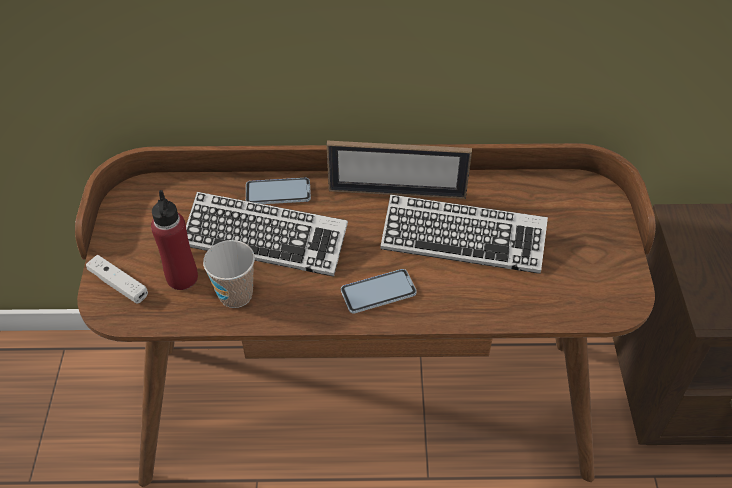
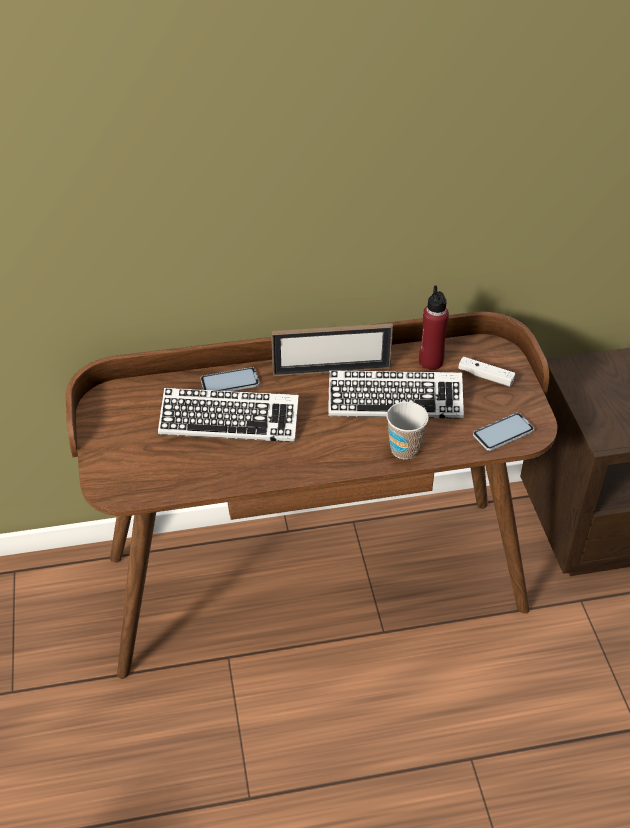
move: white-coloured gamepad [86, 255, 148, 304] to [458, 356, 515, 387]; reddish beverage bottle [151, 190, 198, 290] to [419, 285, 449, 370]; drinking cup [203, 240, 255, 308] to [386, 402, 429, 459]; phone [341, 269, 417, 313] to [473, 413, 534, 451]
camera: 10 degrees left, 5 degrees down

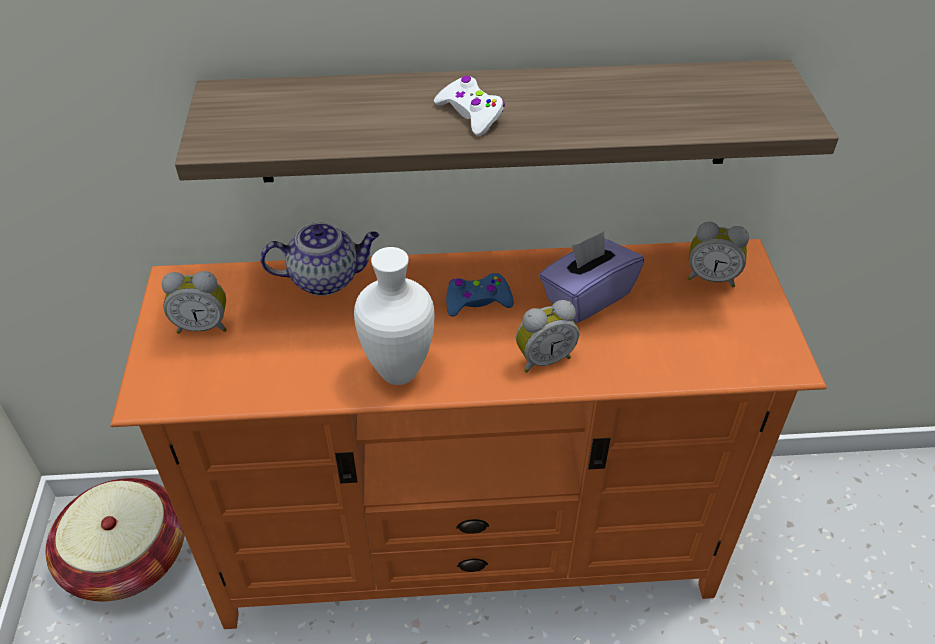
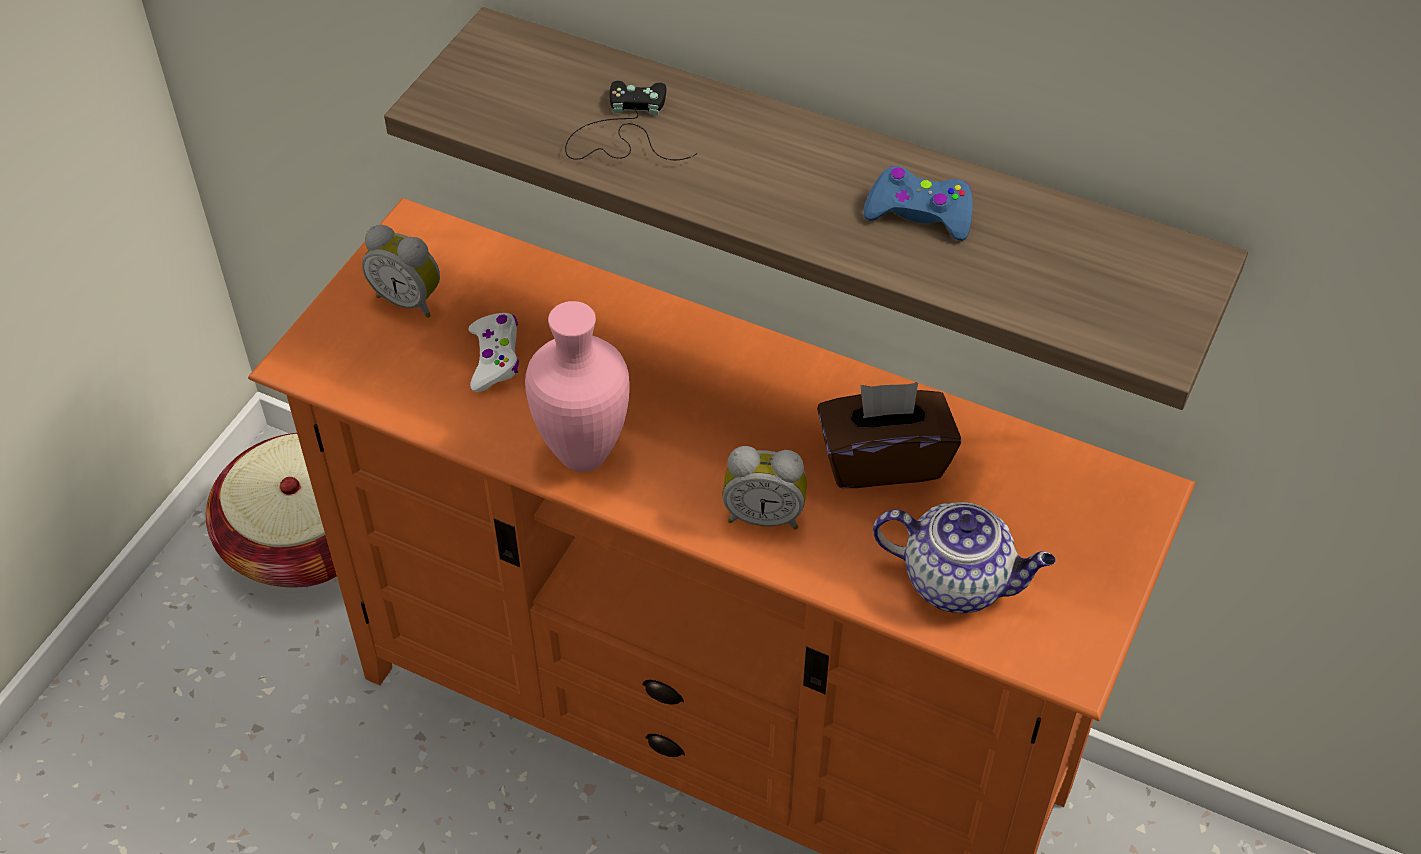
delete: bedside clock [687, 222, 749, 287]
insert: black gamepad [565, 81, 697, 160]
move: teapot [260, 222, 379, 296] to [873, 502, 1056, 613]; white-coloured gamepad [434, 76, 505, 136] to [468, 313, 519, 392]; blue gamepad [446, 273, 514, 316] to [863, 166, 973, 241]
recolor: white-coloured vase [354, 247, 435, 385] to pinkish vase [525, 301, 630, 472]; purplish tissue holder [539, 231, 644, 323] to brownish tissue holder [817, 383, 961, 488]
camera: 30 degrees right, 5 degrees up

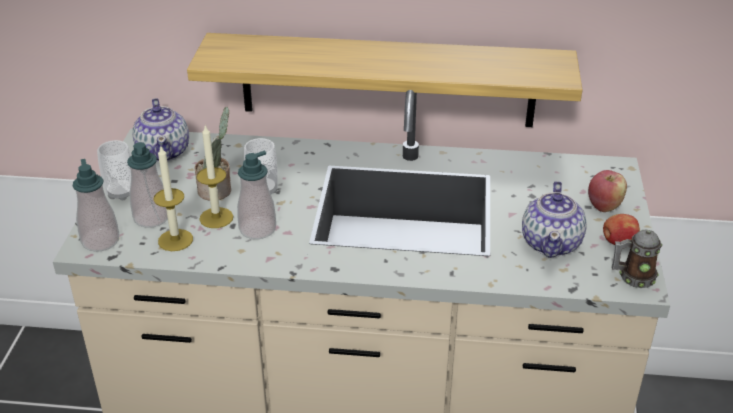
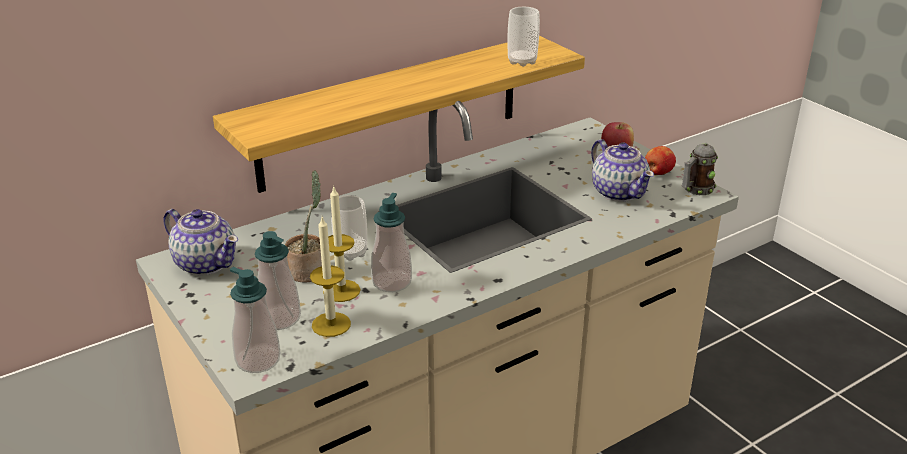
move: drinking cup [97, 140, 131, 200] to [508, 7, 540, 67]
camera: 40 degrees left, 5 degrees down

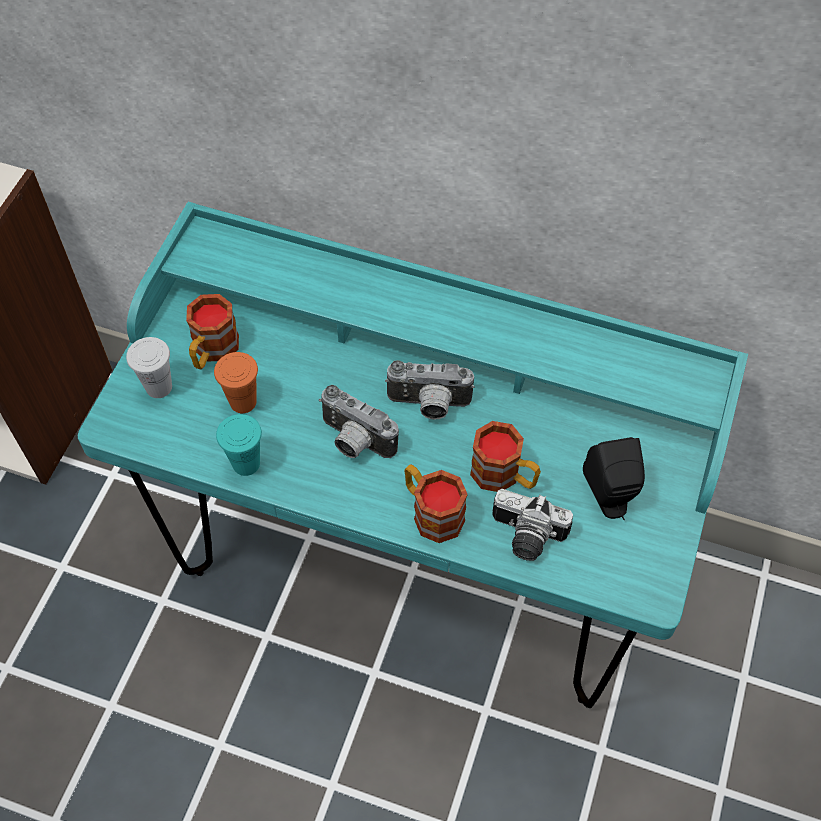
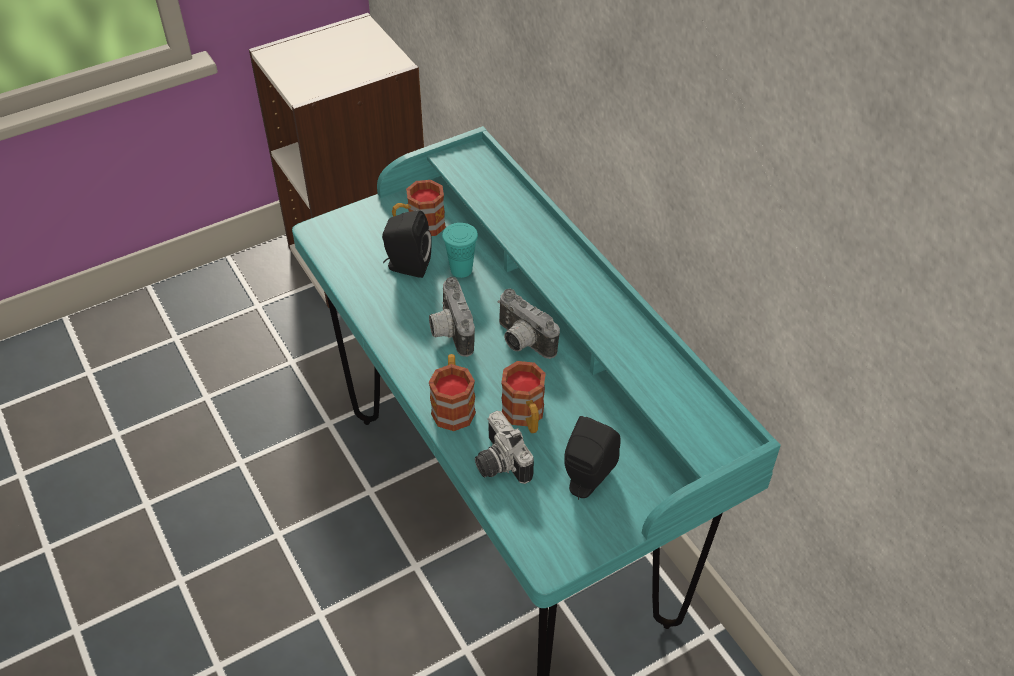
delete: white-coloured drinking cup [126, 337, 172, 398]
move: turquoise drinking cup [216, 414, 262, 476] to [442, 223, 478, 278]
replace: orange drinking cup [214, 352, 258, 413] to black speaker [382, 210, 432, 278]
camera: 40 degrees right, 10 degrees down

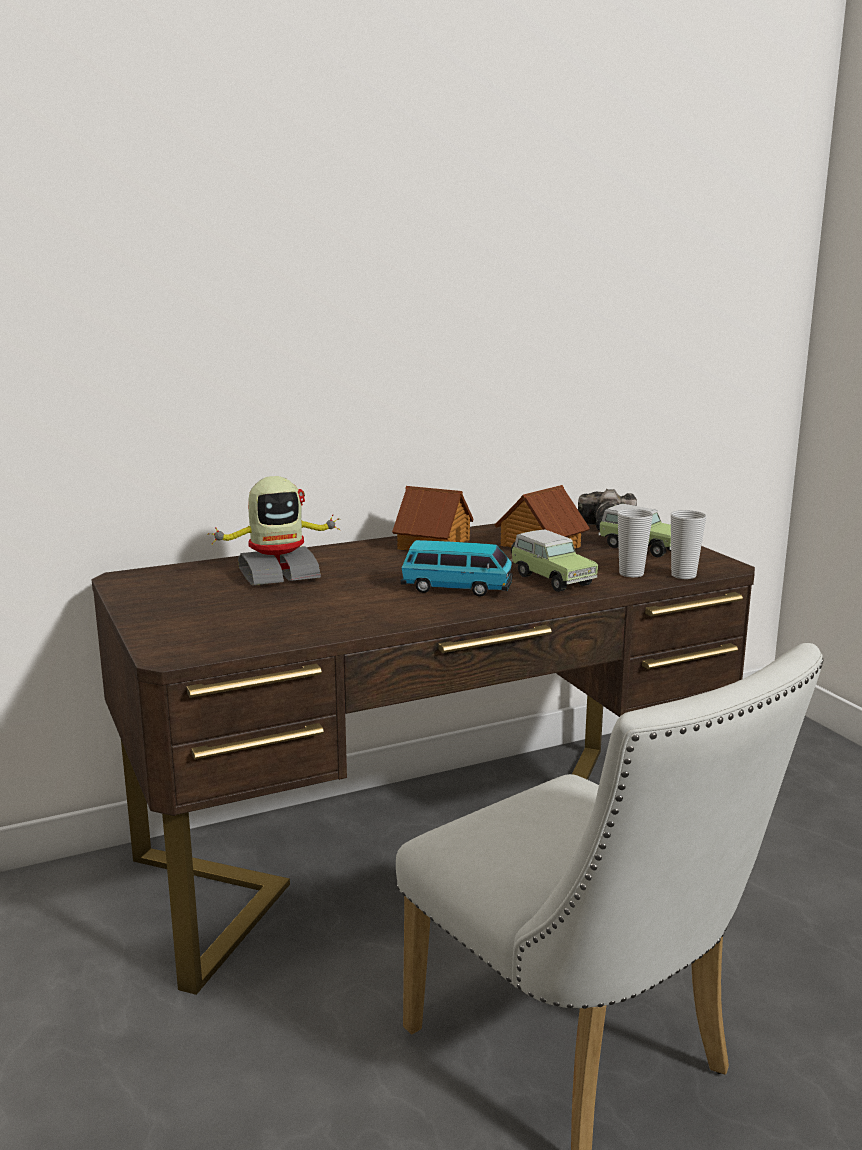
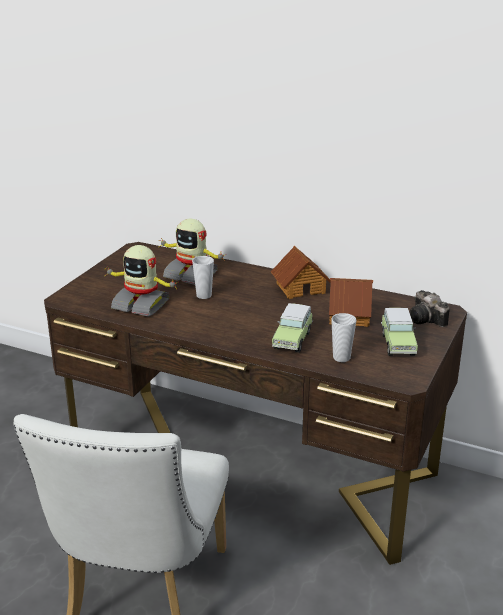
delete: miniature car [401, 540, 513, 597]
insert: model robot [105, 245, 179, 317]
move: drinking cup [671, 510, 706, 579] to [192, 256, 214, 299]
camera: 50 degrees right, 10 degrees up

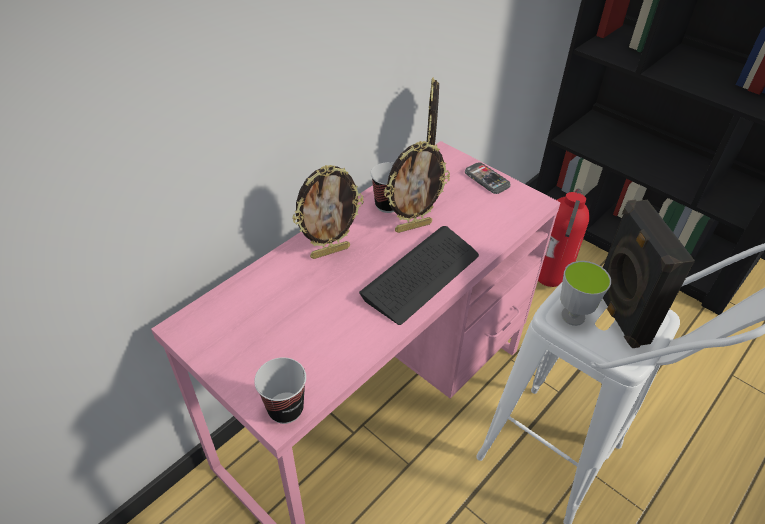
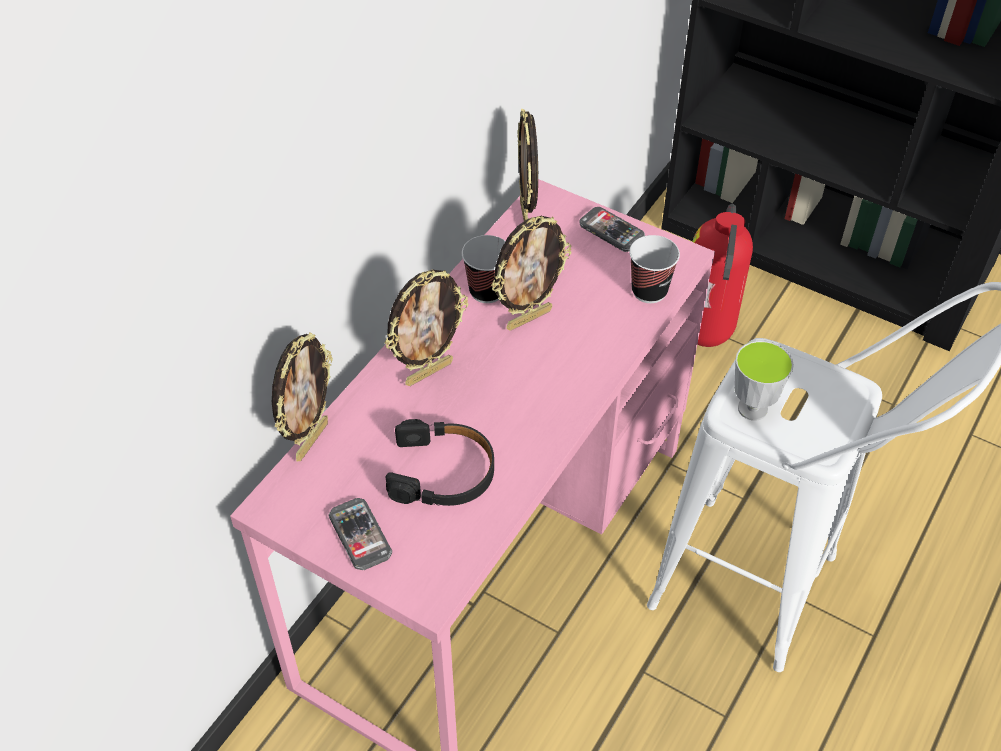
delete: computer keyboard [359, 226, 479, 325]; black speaker [603, 200, 695, 348]
insert: standing frame [272, 332, 333, 461]; phone [329, 498, 392, 570]; black headphones [385, 419, 494, 506]
move: drinking cup [254, 357, 306, 424] to [629, 235, 680, 303]
camera: 10 degrees left, 5 degrees up

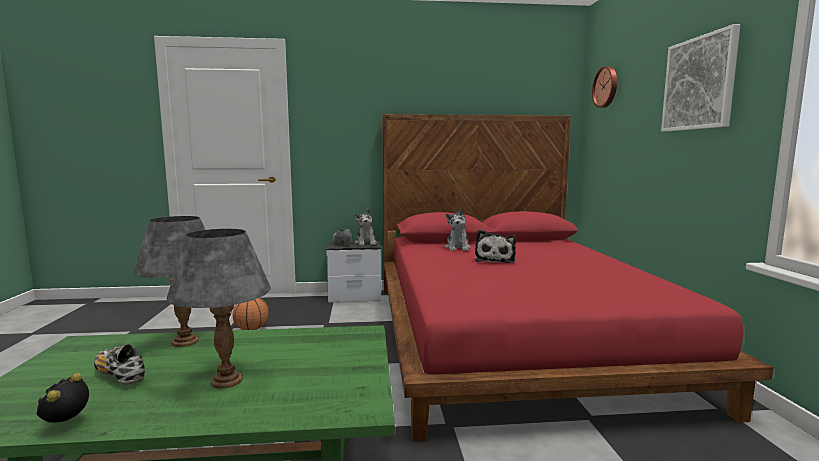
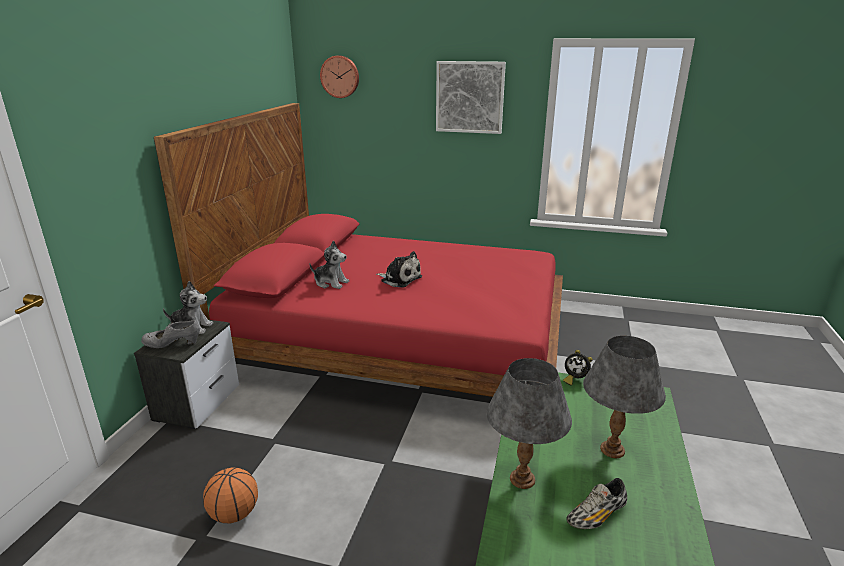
move: bedside clock [36, 373, 89, 423] to [563, 350, 592, 385]
camera: 70 degrees left, 15 degrees up

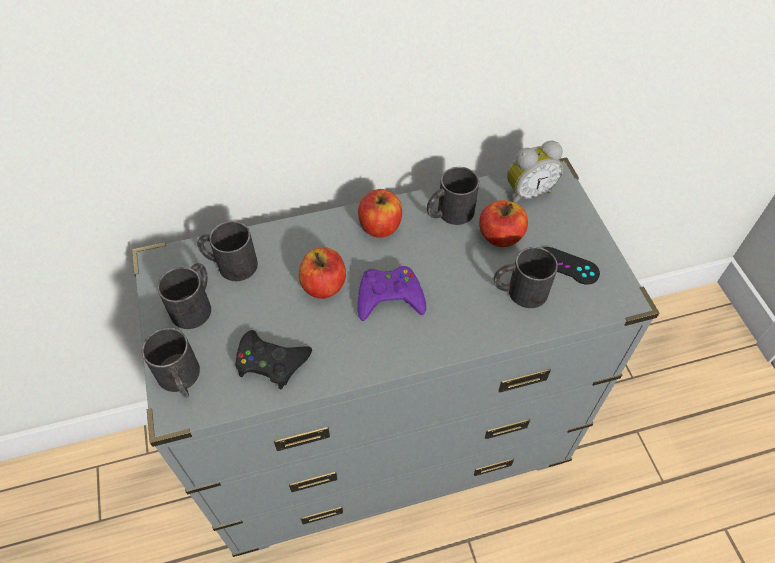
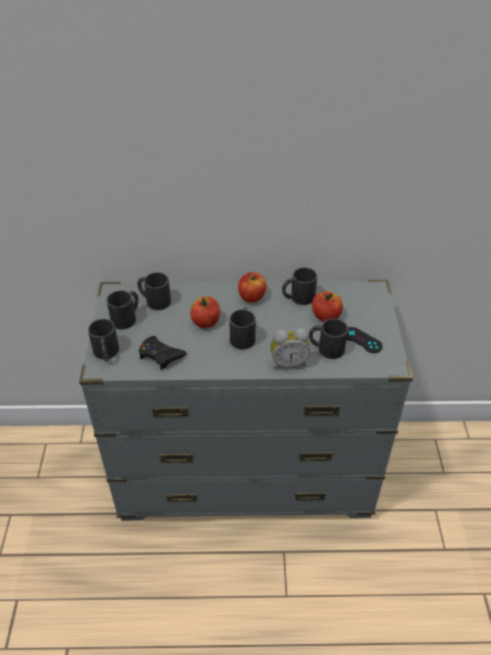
move: bedside clock [507, 141, 563, 203] to [271, 328, 310, 369]
replace: purplish gamepad [357, 266, 426, 321] to black mug [229, 308, 256, 350]
camera: 15 degrees right, 10 degrees down

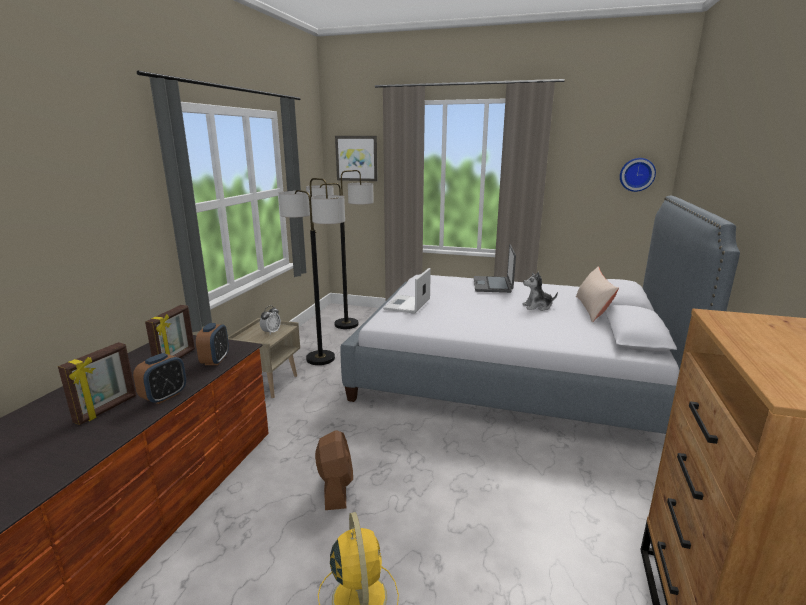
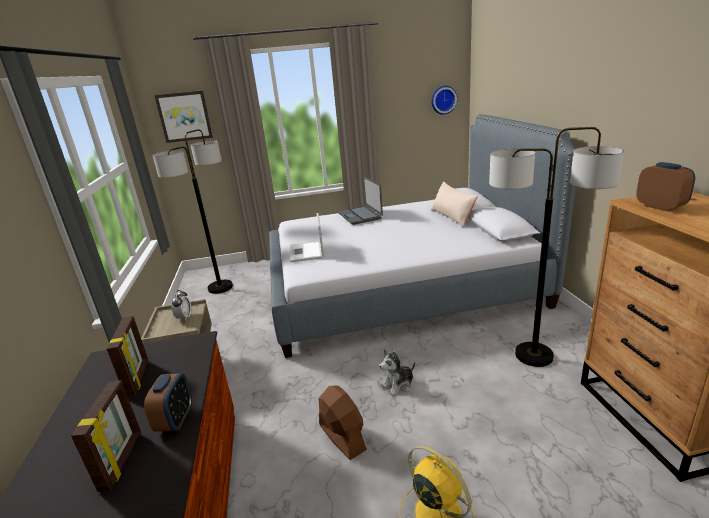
move: bedside clock [196, 323, 229, 365] to [636, 162, 695, 212]; standard lamp [279, 178, 345, 365] to [489, 127, 624, 367]; plush toy [522, 272, 558, 311] to [379, 349, 415, 396]
camera: 25 degrees left, 5 degrees up

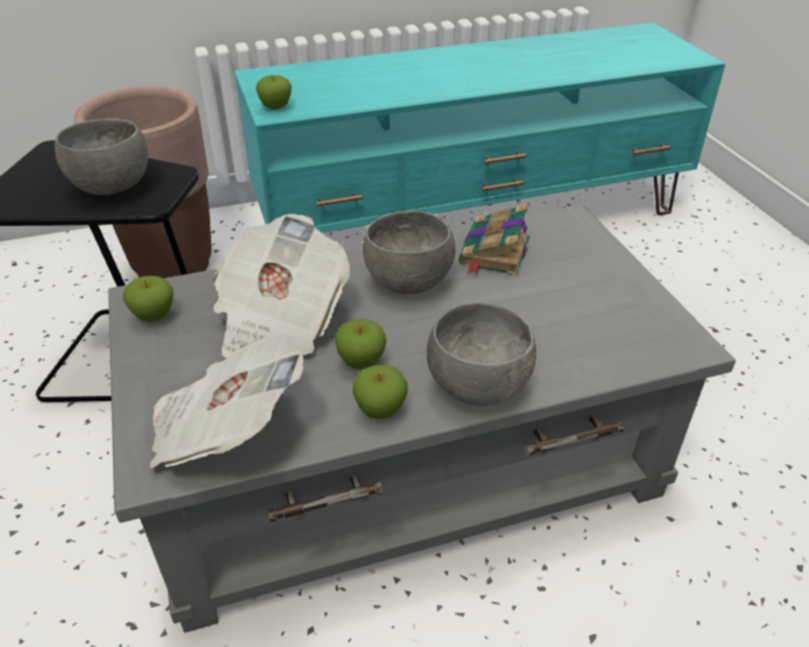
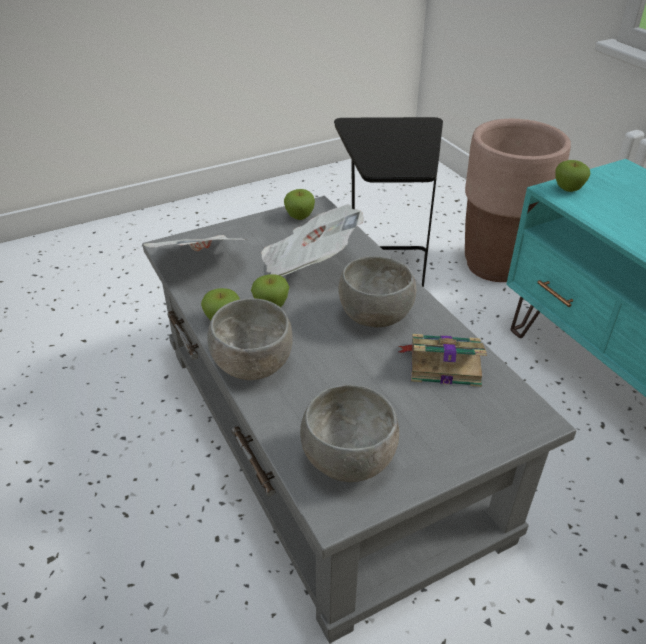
move: greyish deep dish [55, 119, 148, 195] to [300, 385, 399, 482]
camera: 80 degrees right, 0 degrees up

